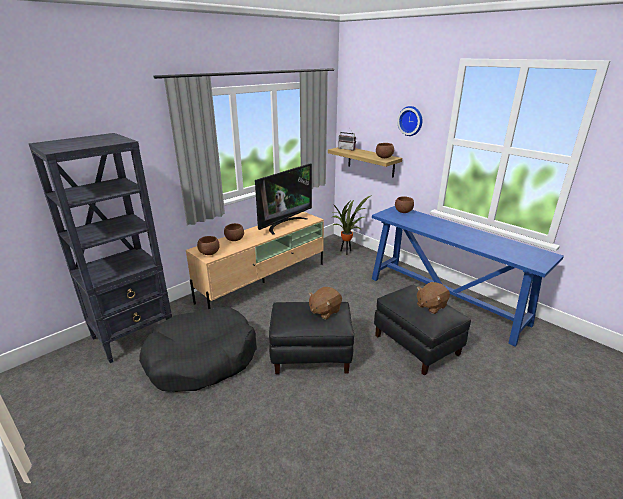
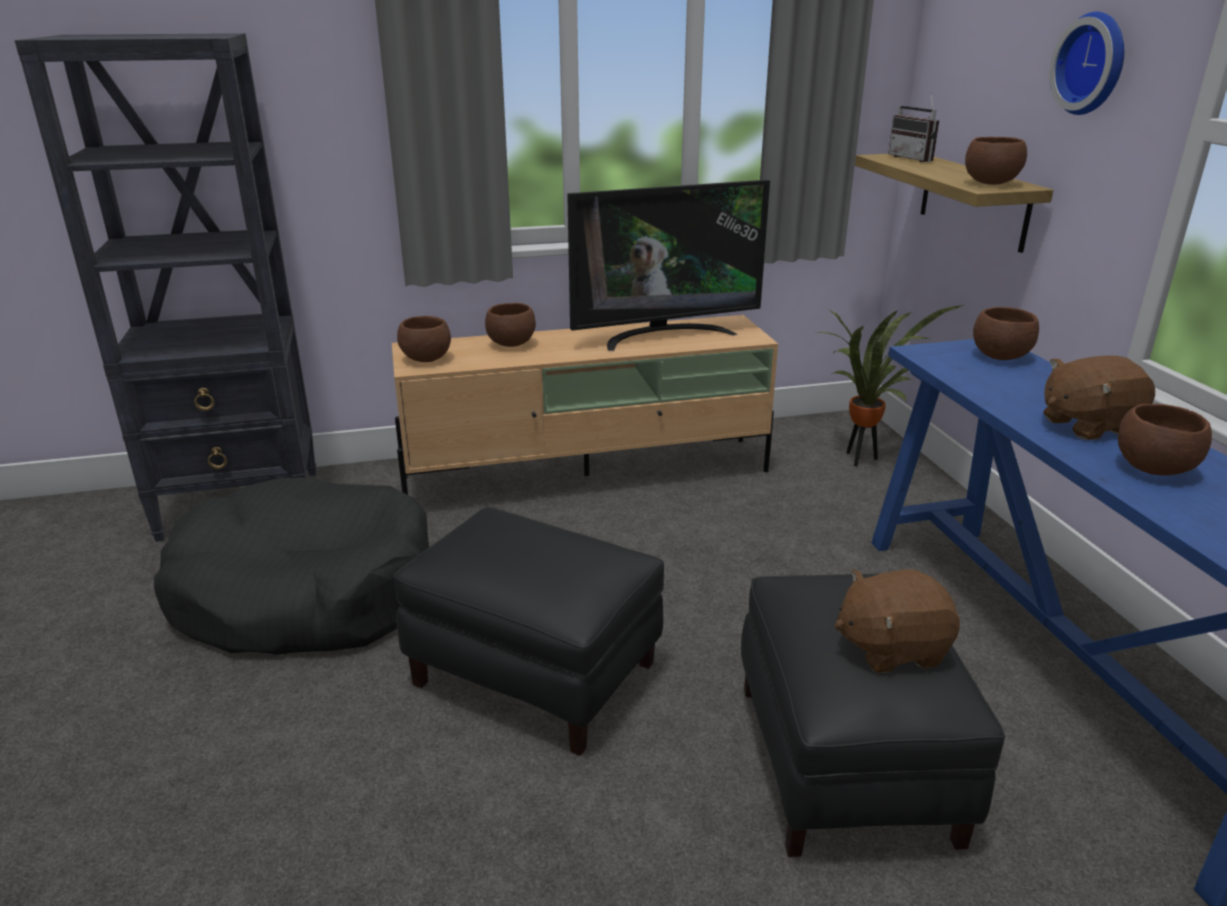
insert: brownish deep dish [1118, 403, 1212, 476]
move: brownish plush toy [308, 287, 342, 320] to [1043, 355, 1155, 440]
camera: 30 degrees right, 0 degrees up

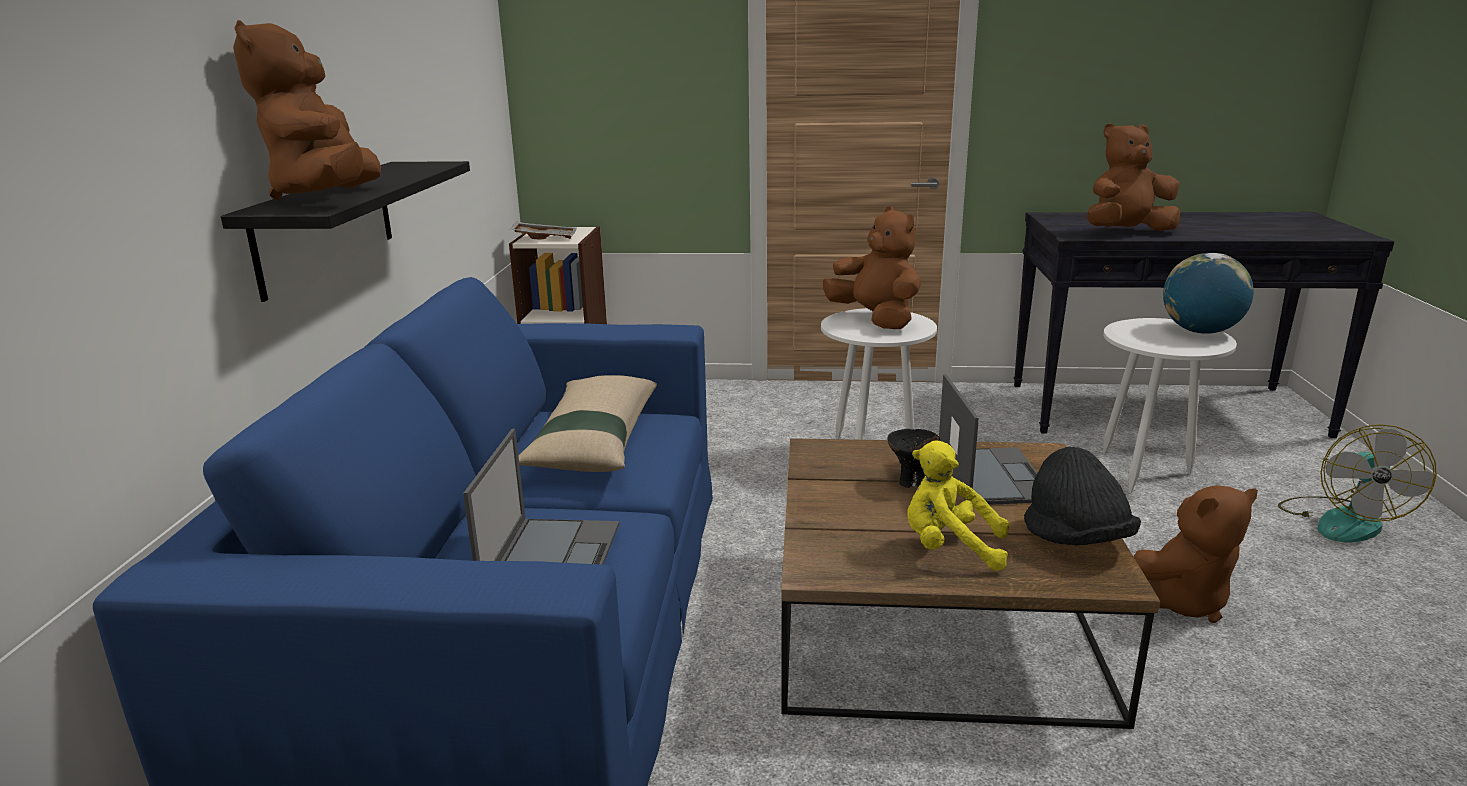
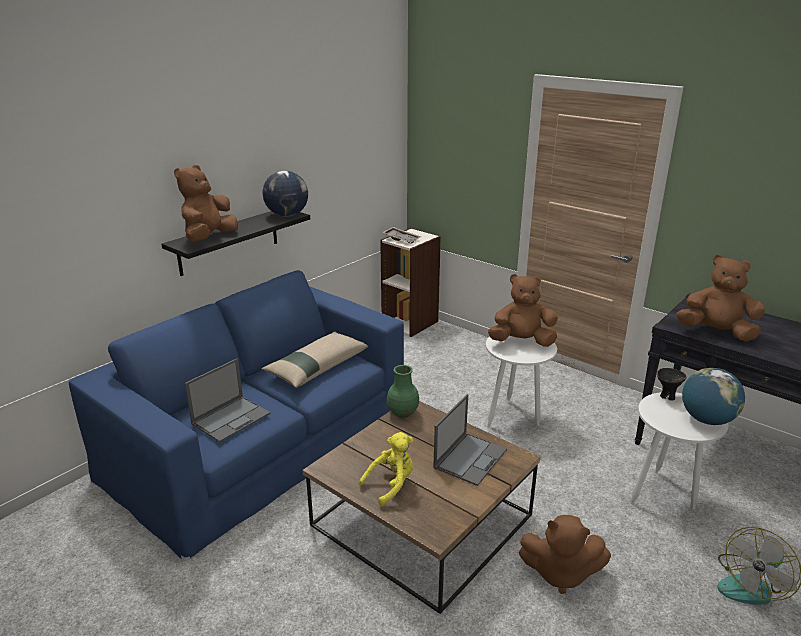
delete: black clothing hat [1024, 447, 1141, 545]
insert: globe [263, 171, 308, 217]; greenish vase [387, 365, 419, 418]
move: black deep dish [887, 429, 940, 488] to [657, 368, 686, 401]
rotate: brownish plush toy [823, 206, 921, 329] = [488, 274, 558, 347] 90 degrees counterclockwise; yellow plush toy [907, 441, 1009, 571] = [359, 432, 413, 506] 90 degrees clockwise
camera: 35 degrees right, 5 degrees up

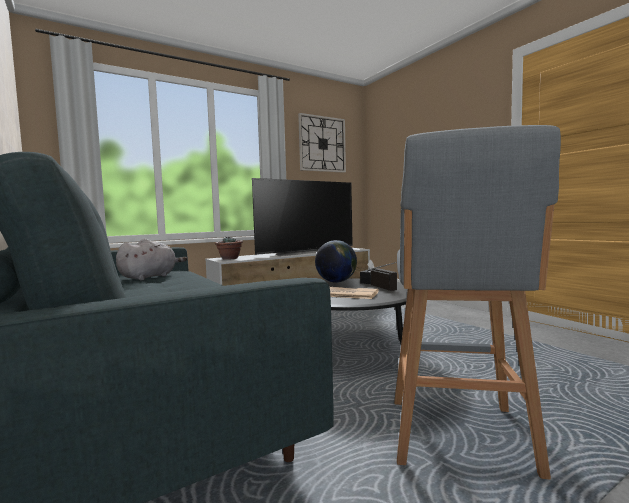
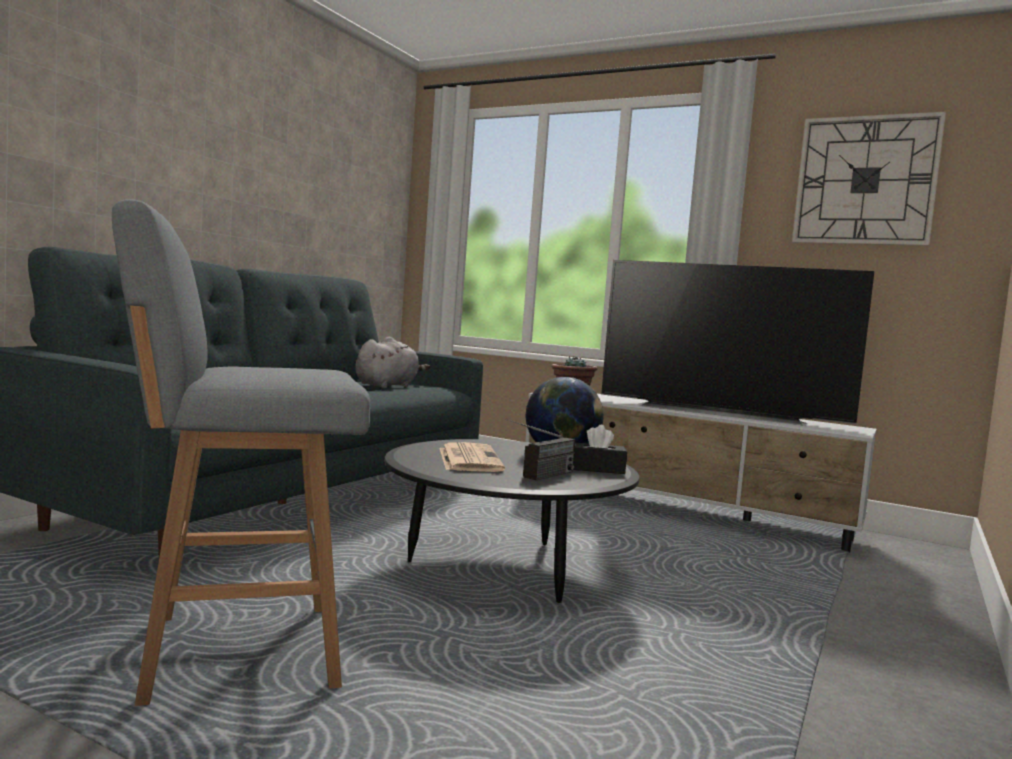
rotate: greyish plush toy [116, 239, 187, 280] = [355, 337, 430, 388] 60 degrees counterclockwise
camera: 60 degrees right, 0 degrees up

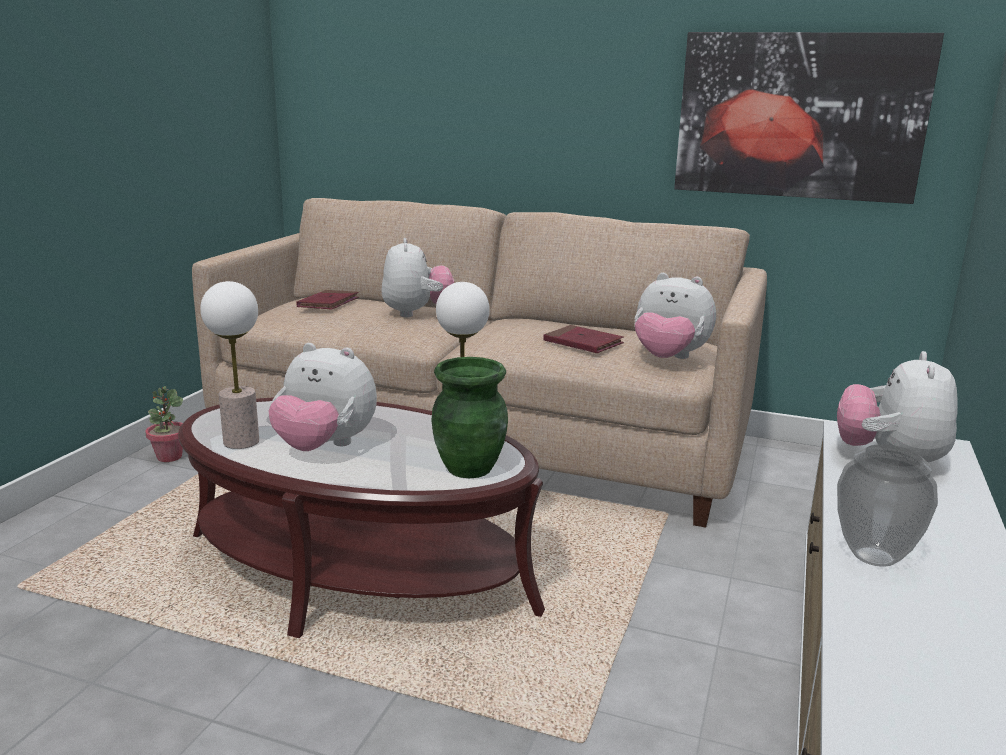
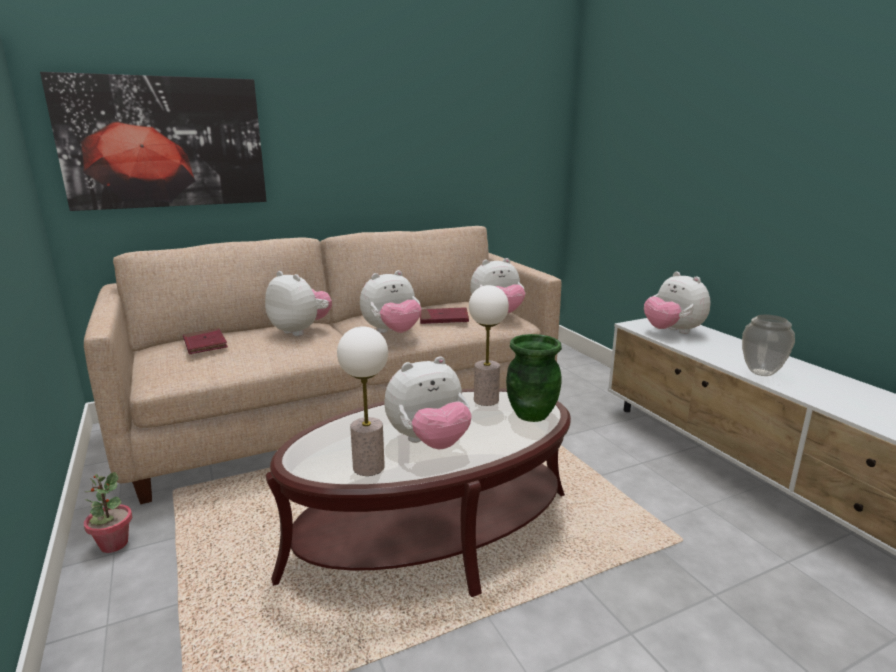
insert: plush toy [360, 270, 422, 333]
move: wall art [674, 32, 944, 204] to [40, 72, 267, 211]
camera: 45 degrees left, 0 degrees up

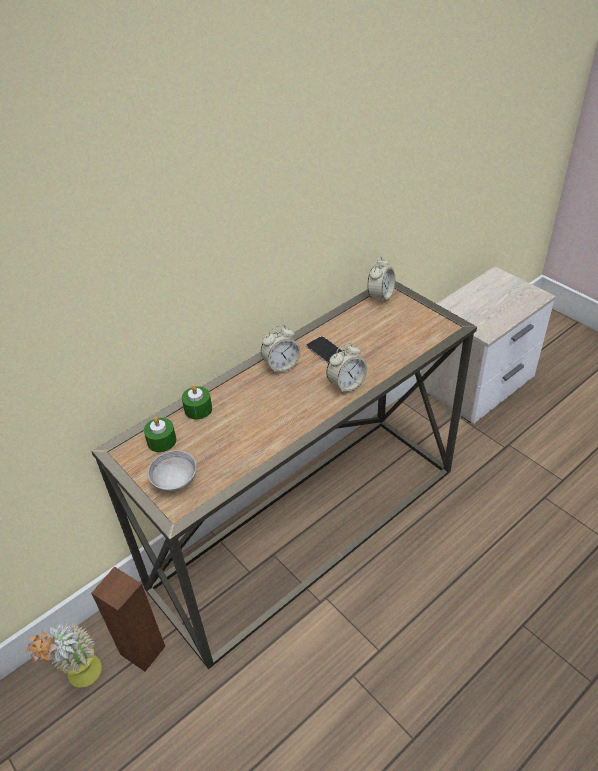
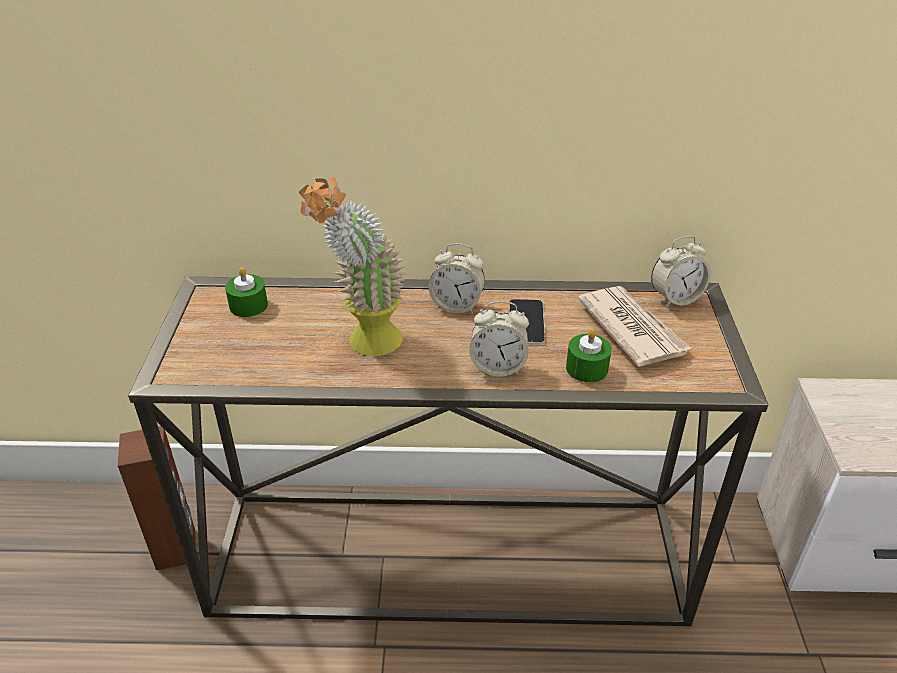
delete: greyish deep dish [147, 450, 197, 492]
insert: daily paper [578, 286, 691, 367]
move: plant in a pot [26, 623, 102, 688] to [299, 177, 405, 356]; greenish wax light [182, 385, 212, 420] to [566, 328, 612, 383]
camera: 40 degrees right, 5 degrees down

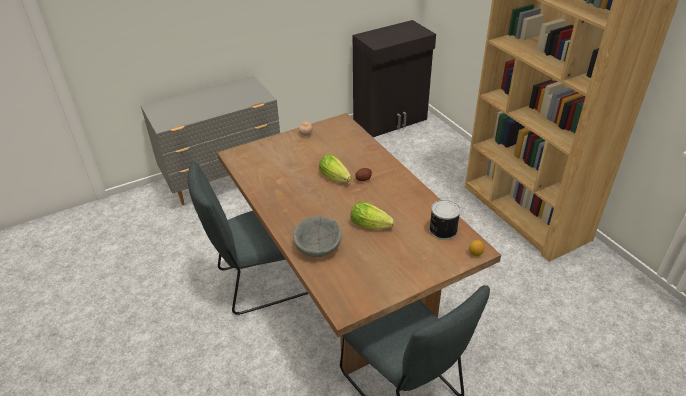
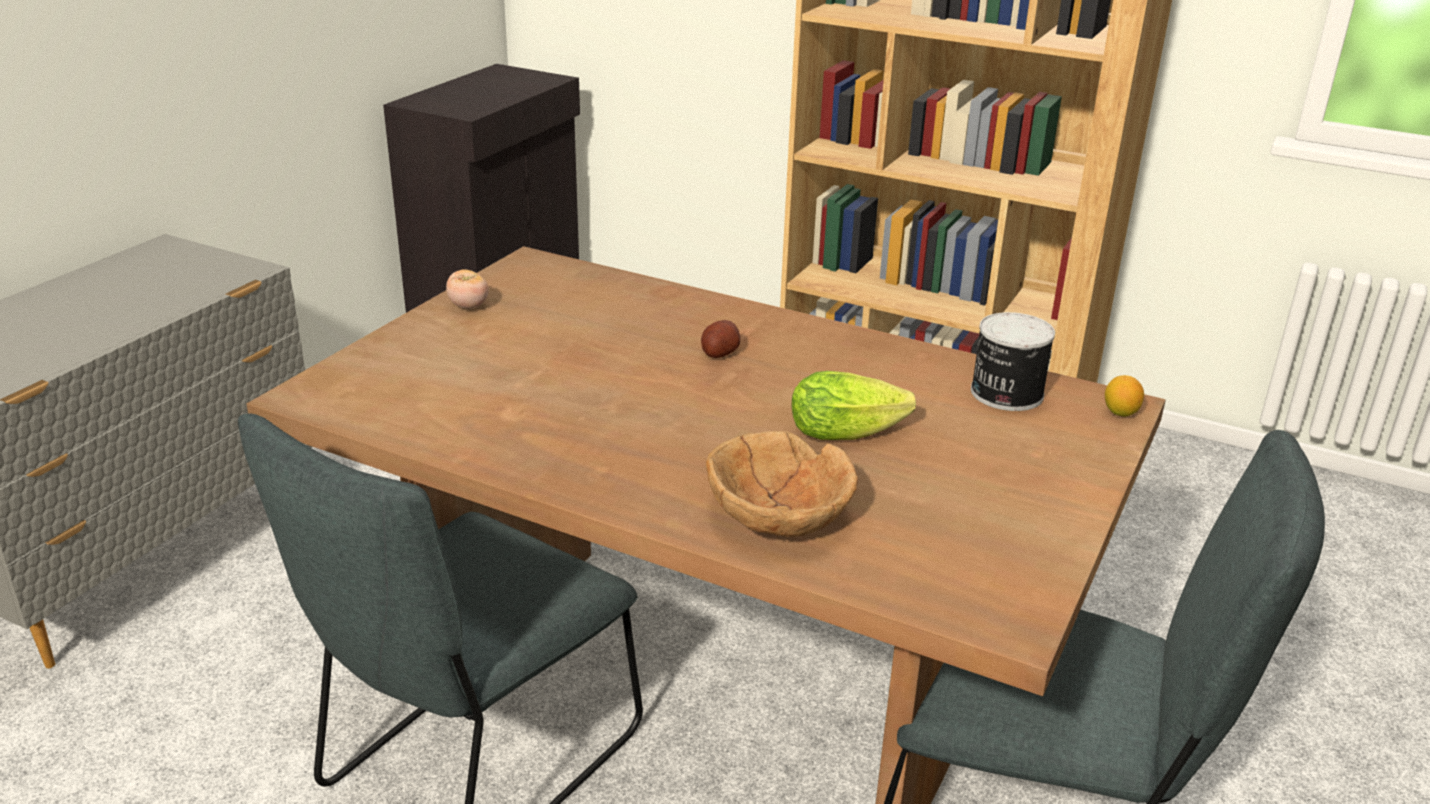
delete: lettuce [319, 154, 351, 182]
recolor: greyish deep dish [293, 216, 342, 257] to brownish deep dish [706, 431, 858, 537]
camera: 35 degrees left, 10 degrees down

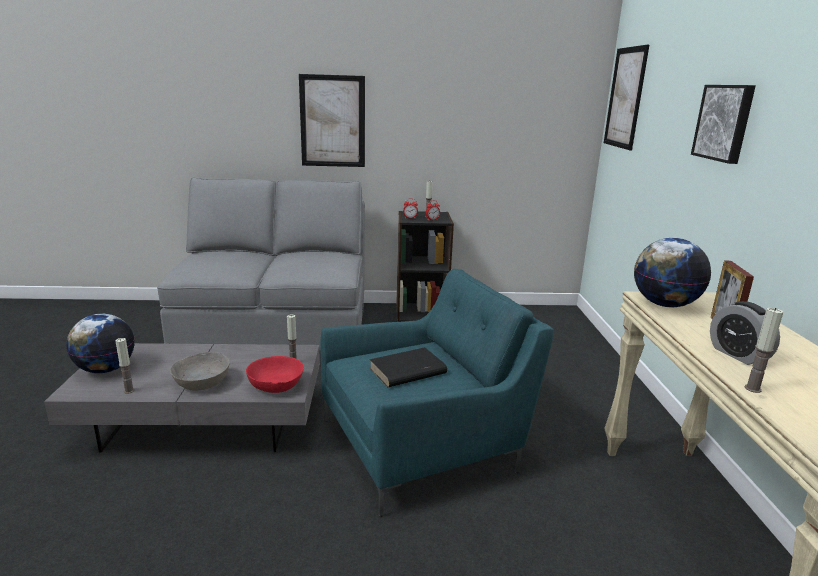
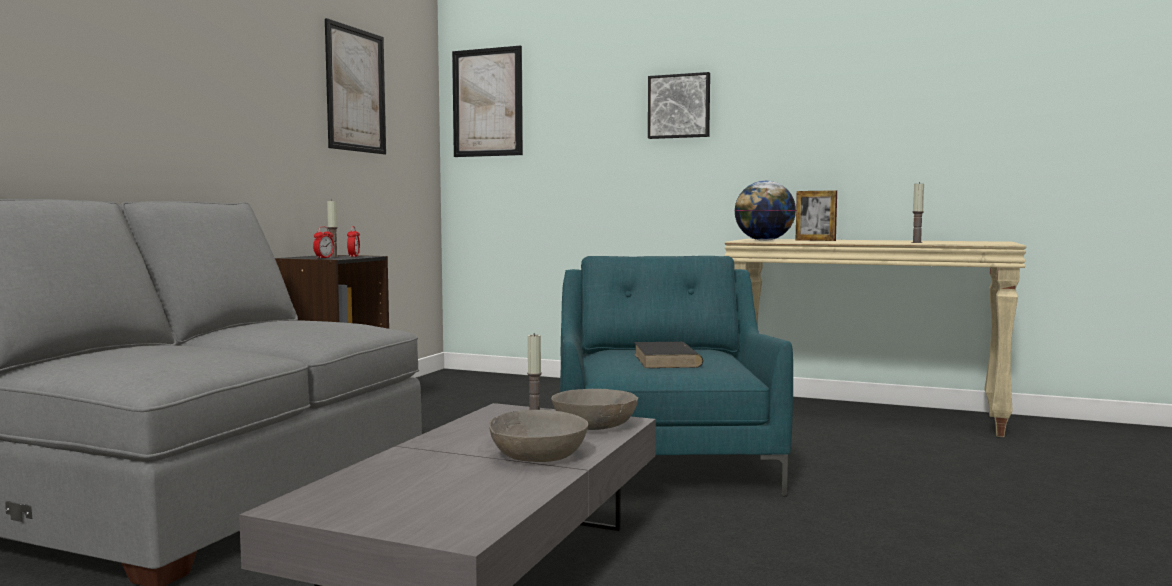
delete: globe [66, 314, 134, 373]; wax light [115, 338, 135, 394]; bedside clock [710, 301, 780, 365]
move: wall art [299, 74, 365, 167] to [325, 18, 386, 154]
recolor: reddish deep dish [246, 356, 304, 393] to greyish deep dish [551, 389, 638, 430]
camera: 65 degrees left, 15 degrees down

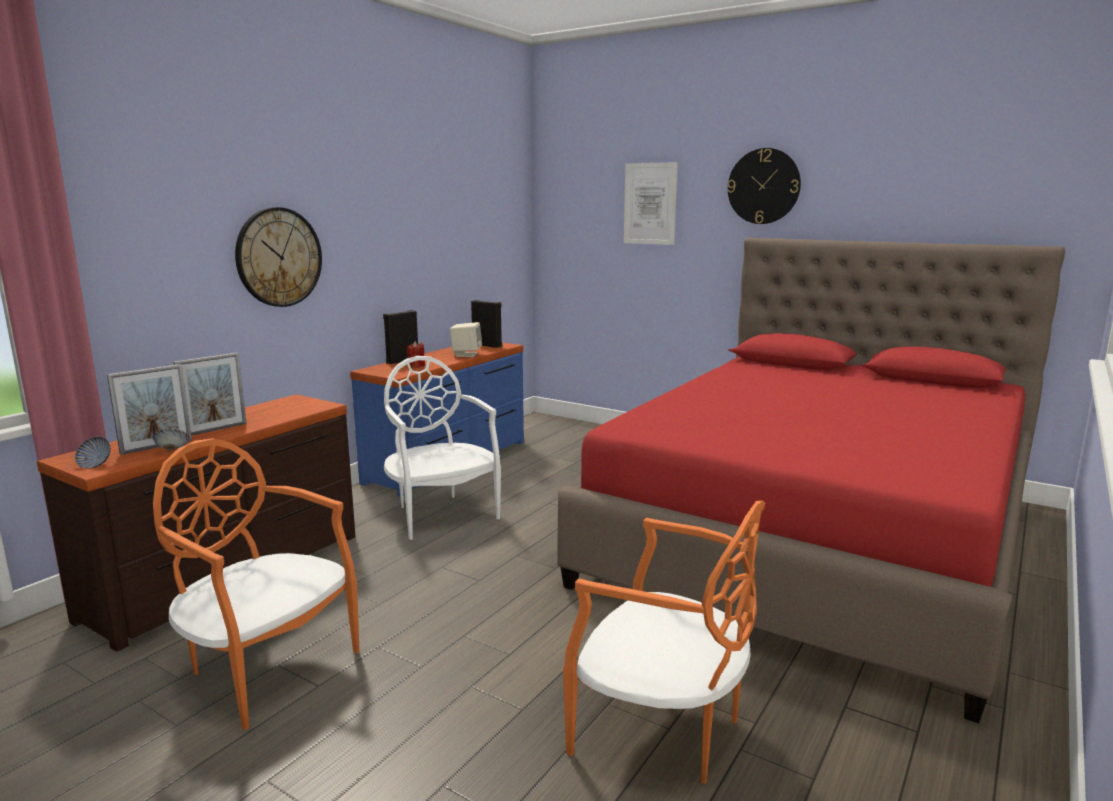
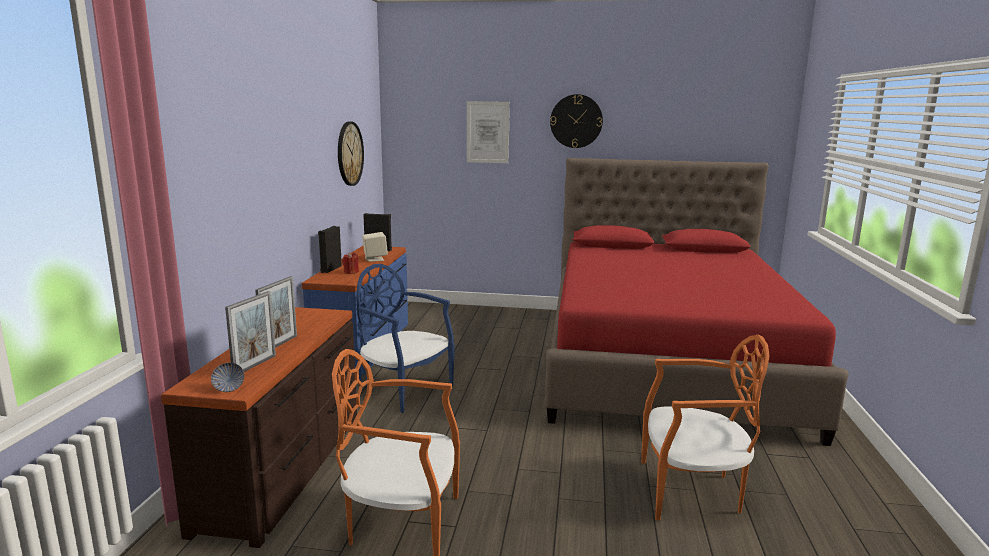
delete: deep dish [153, 429, 190, 451]
move: wall clock [235, 207, 322, 307] to [338, 122, 364, 186]
recolor: white-coloured plain chair [384, 356, 501, 540] to blue plain chair [356, 264, 455, 413]
camera: 25 degrees left, 0 degrees up

